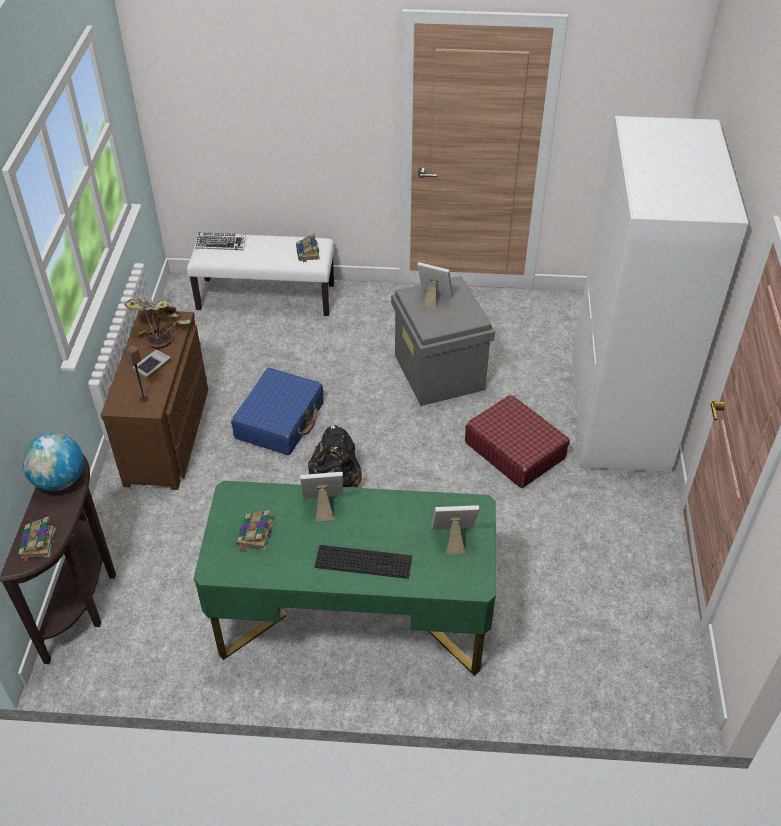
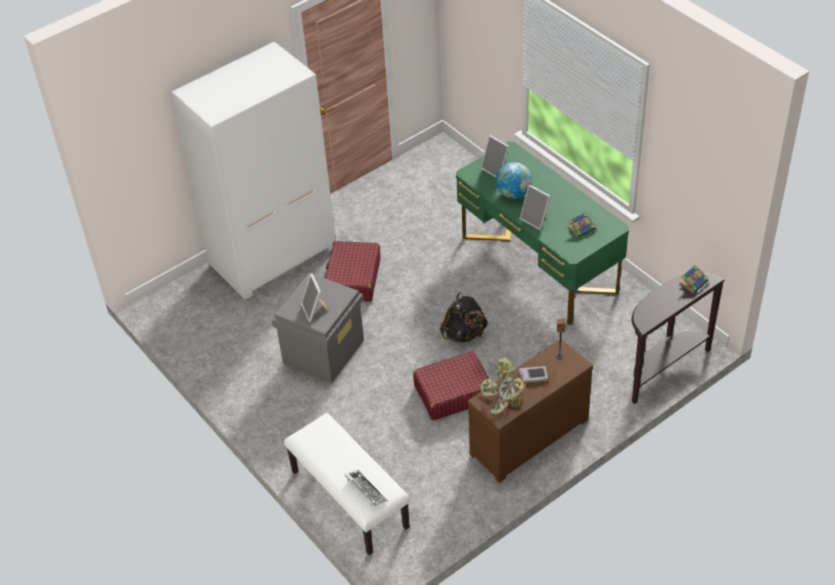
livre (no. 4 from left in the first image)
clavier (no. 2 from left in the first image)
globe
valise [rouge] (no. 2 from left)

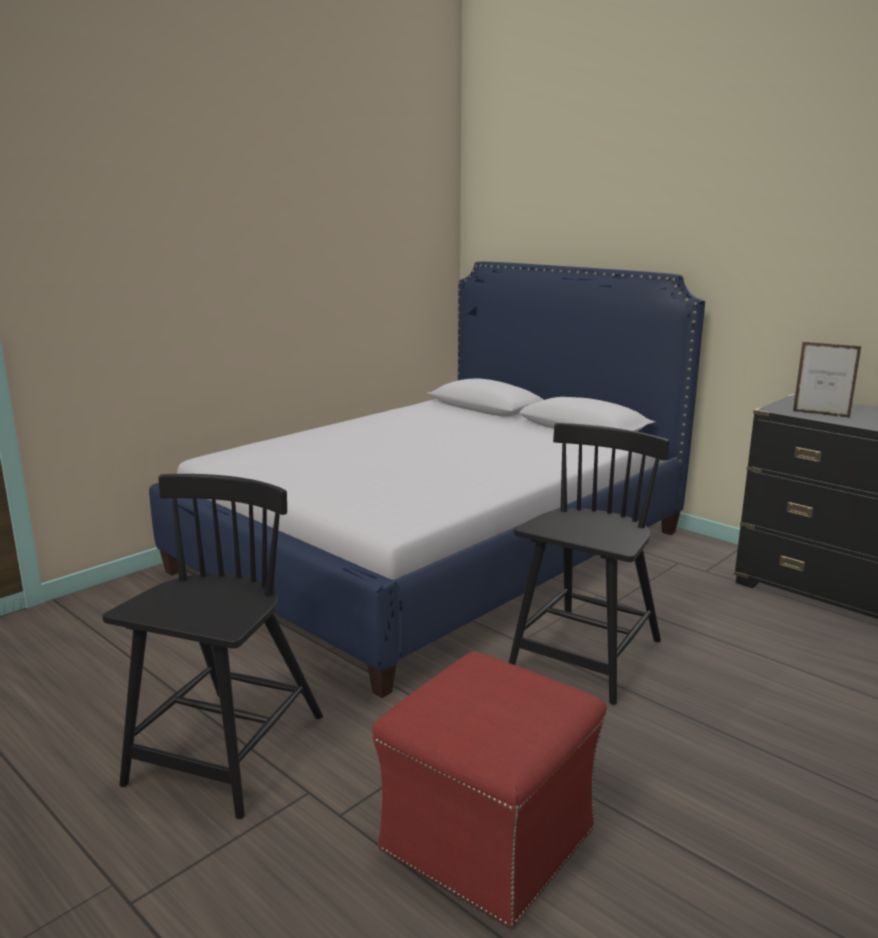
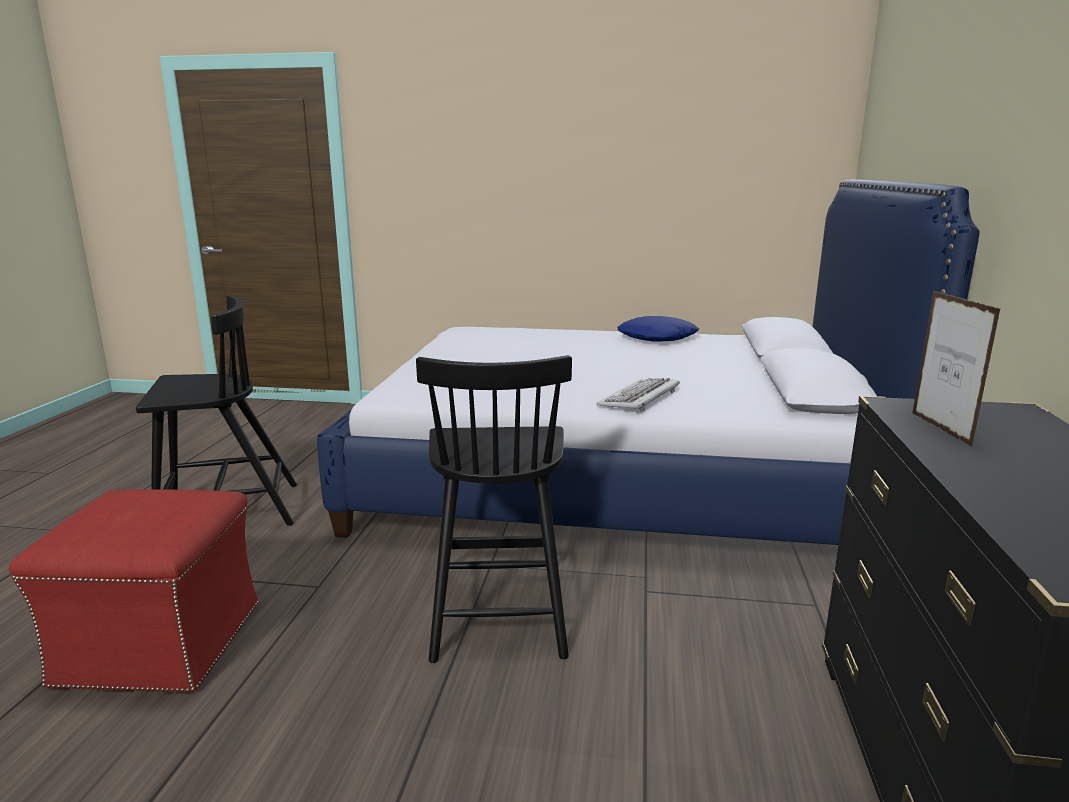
clavier
coussin [bleu]
chaise [noir] (no. 2 from left)

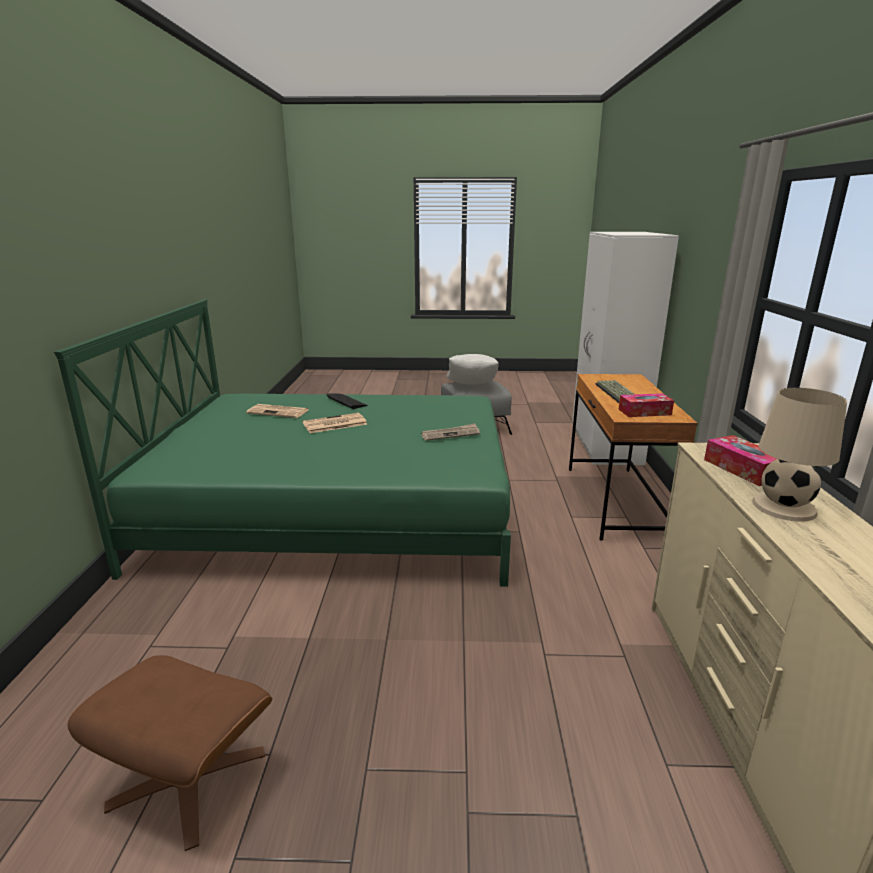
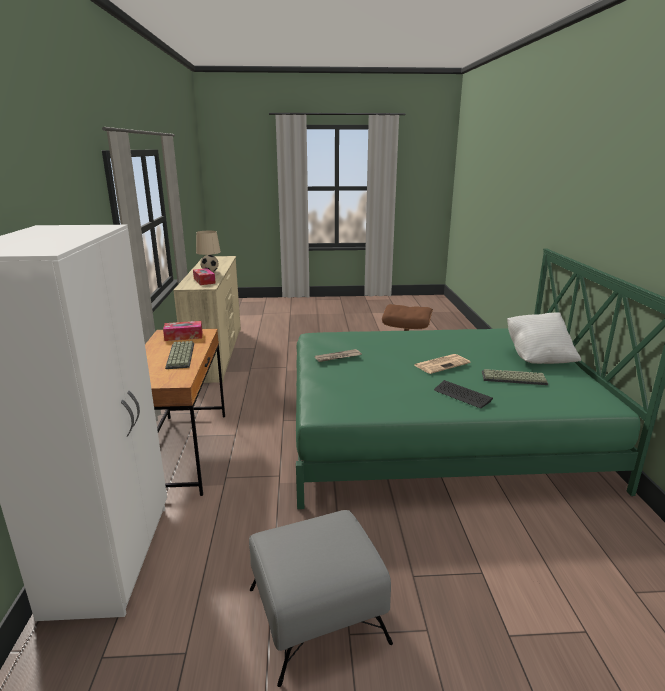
coussin [blanc]
clavier (no. 3 from left)

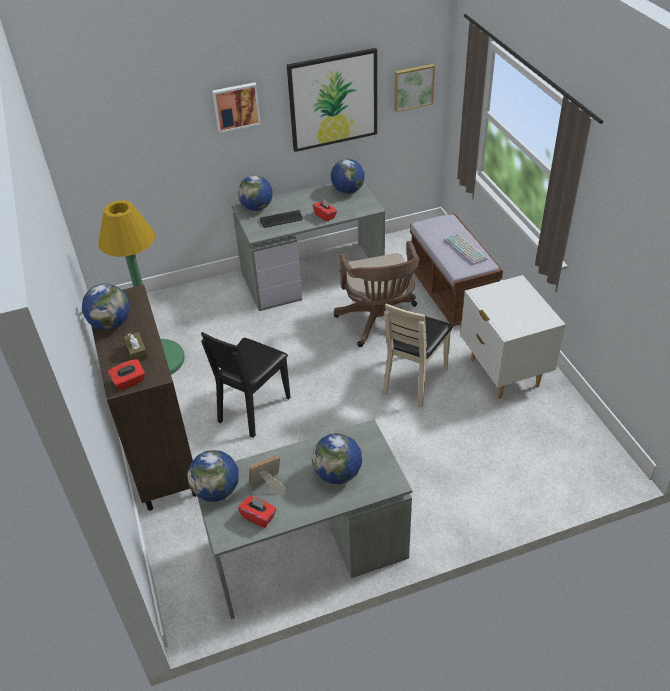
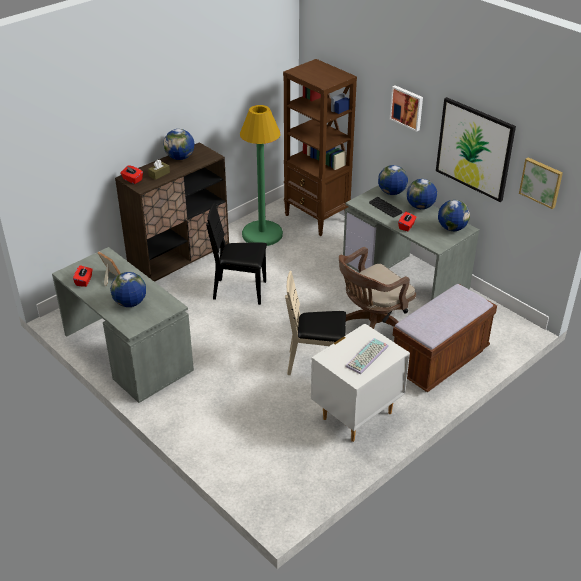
bibliothèque [marron]
globe (no. 4 from left)
clavier (no. 1 from left)

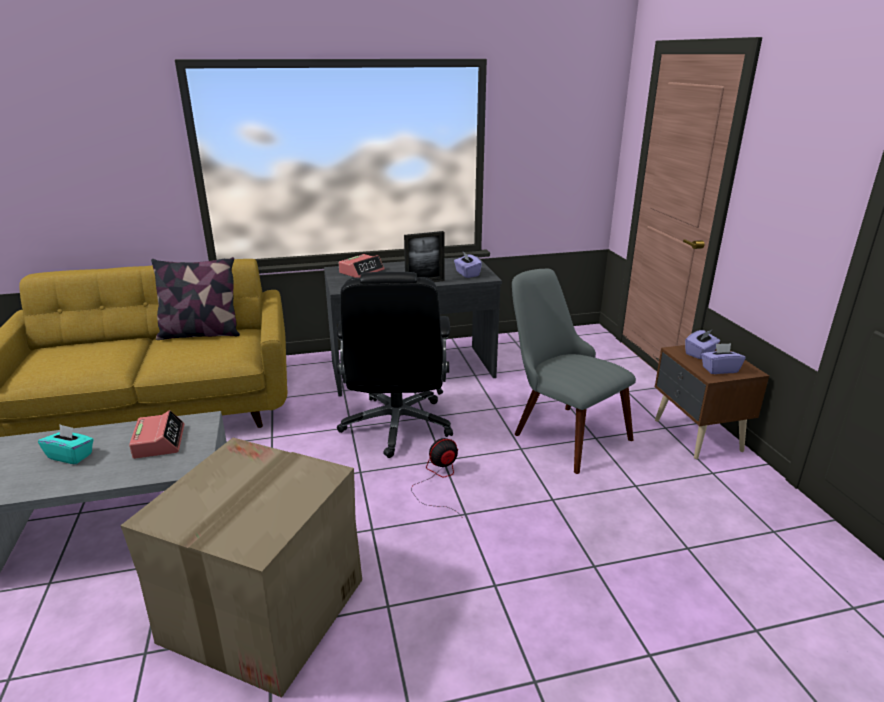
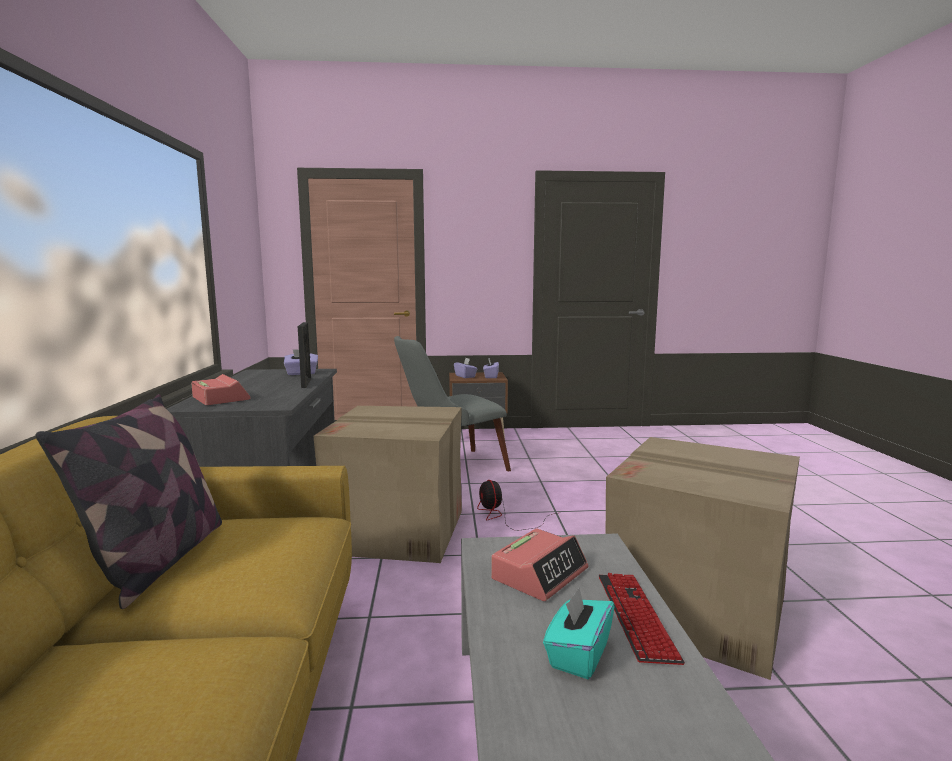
clavier
carton (no. 1 from left)
réveil (no. 2 from left)

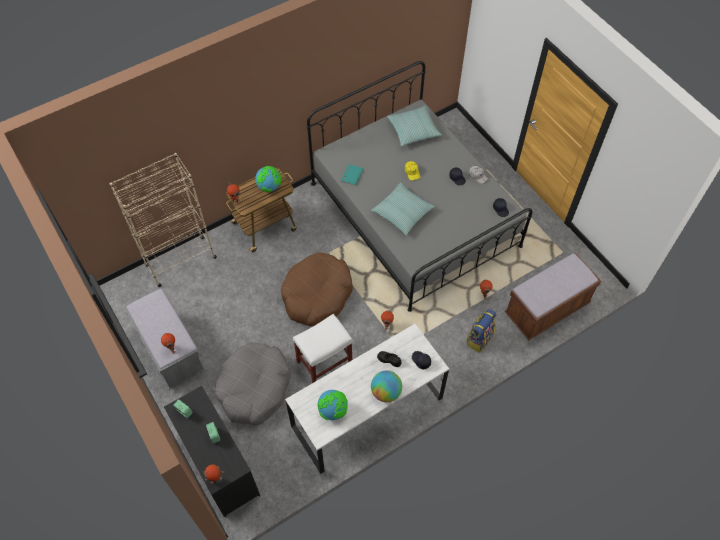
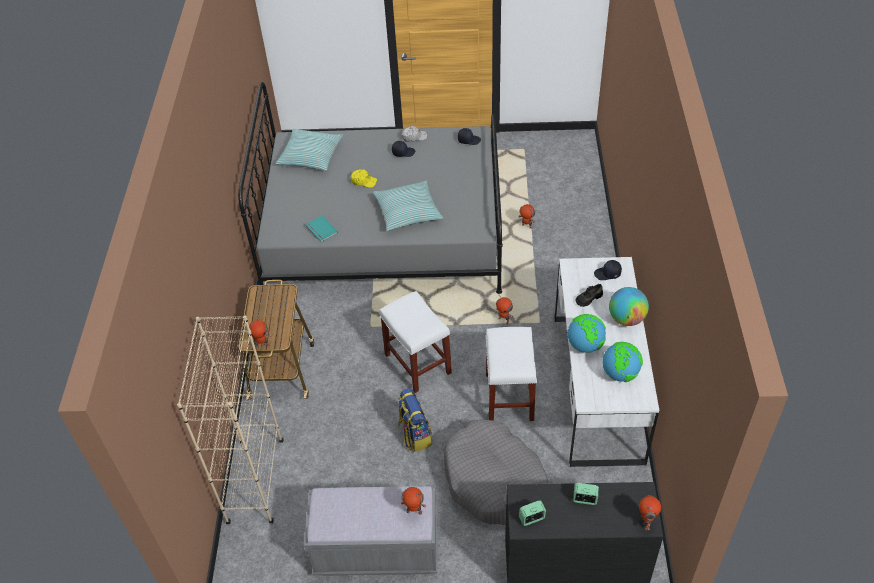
banc [marron]
globe (no. 1 from left)
sac à dos
tabouret [blanc] (no. 1 from left)

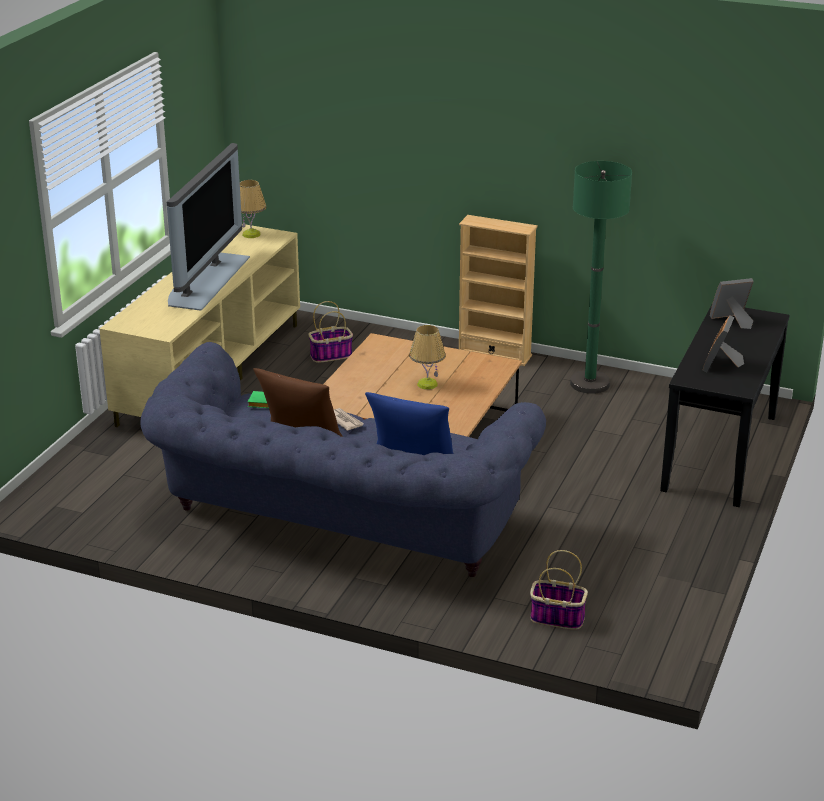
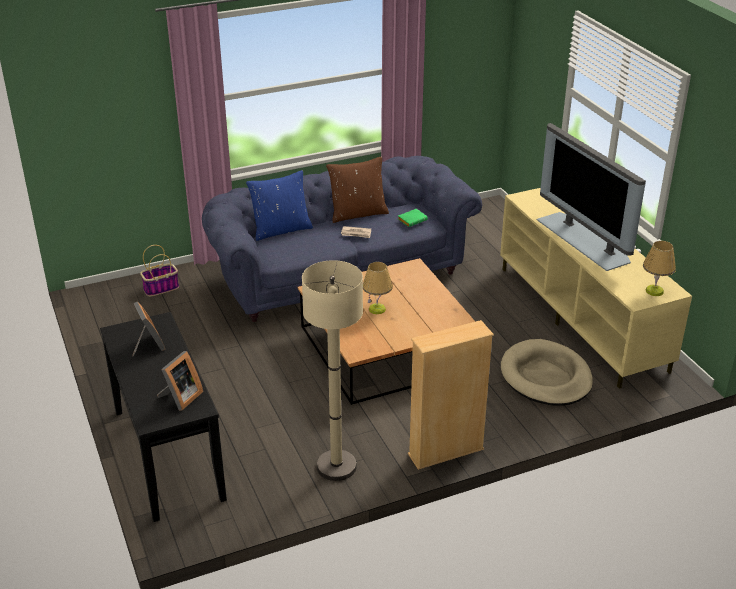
panier pour chien [beige]
lampadaire [beige]

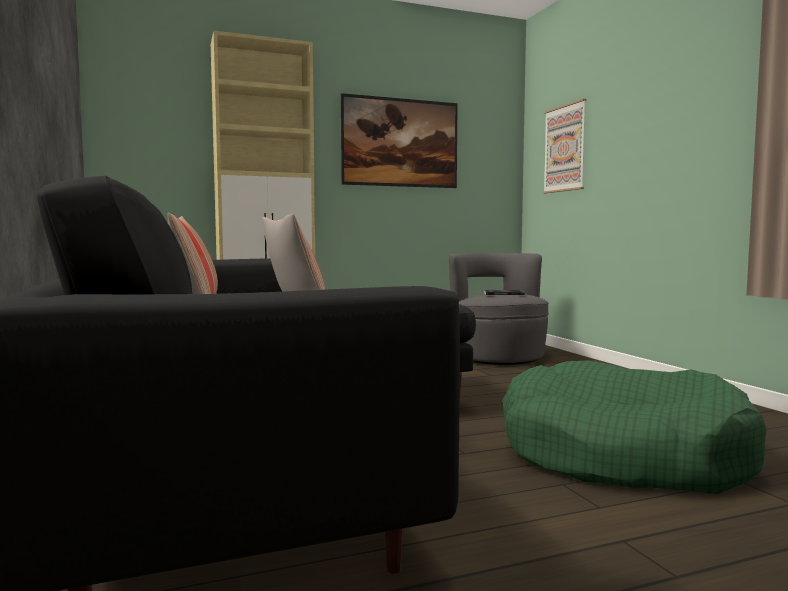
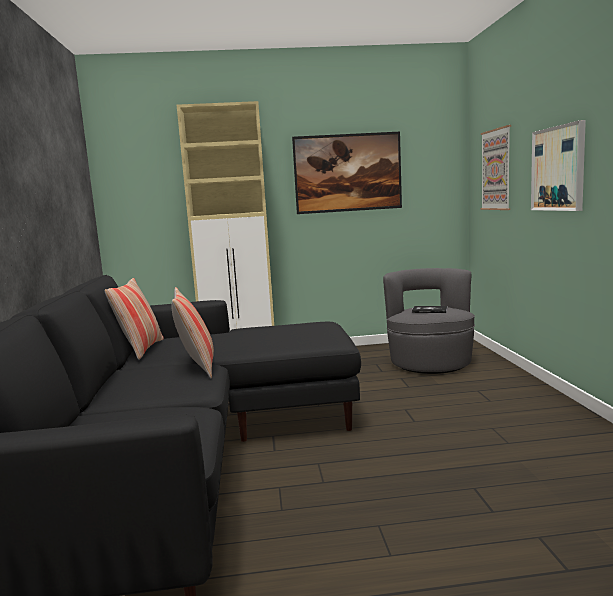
panier pour chien [vert]
tableau (no. 3 from left)

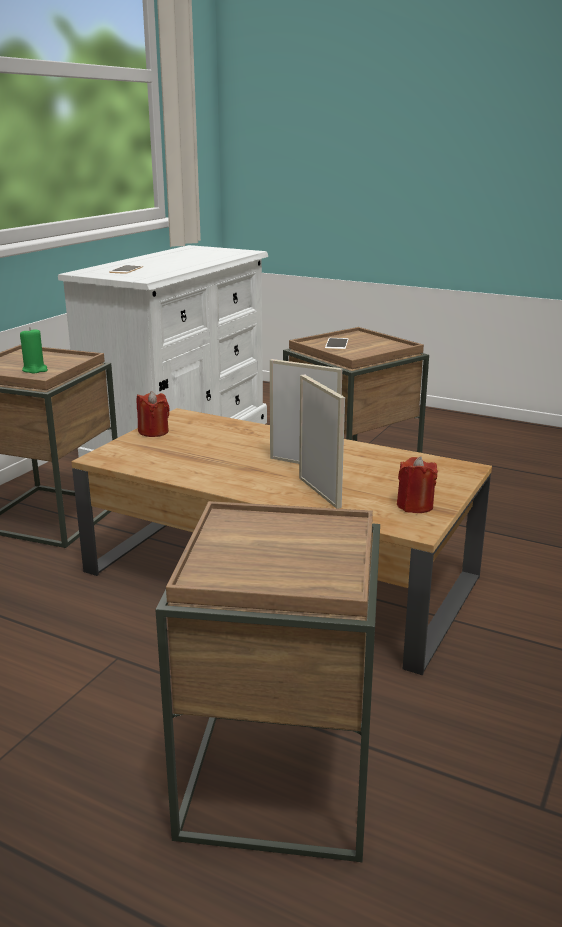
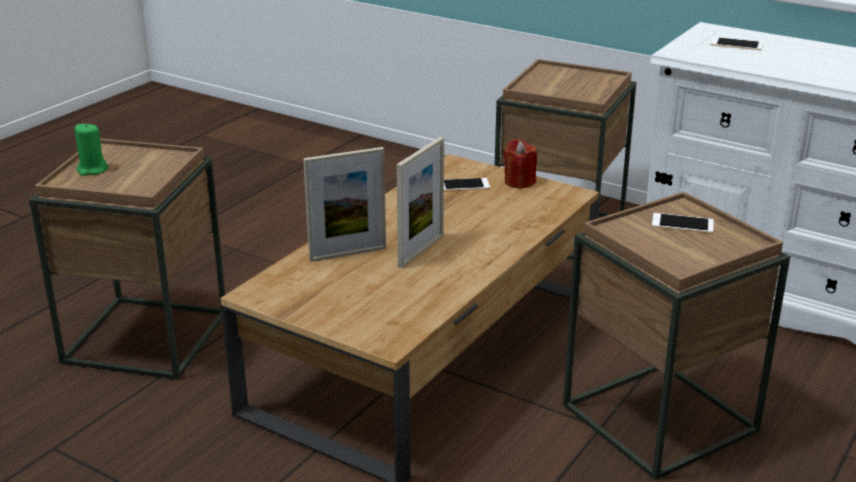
bougie [rouge] (no. 2 from left in the first image)
téléphone (no. 1 from left)
bougie [vert]

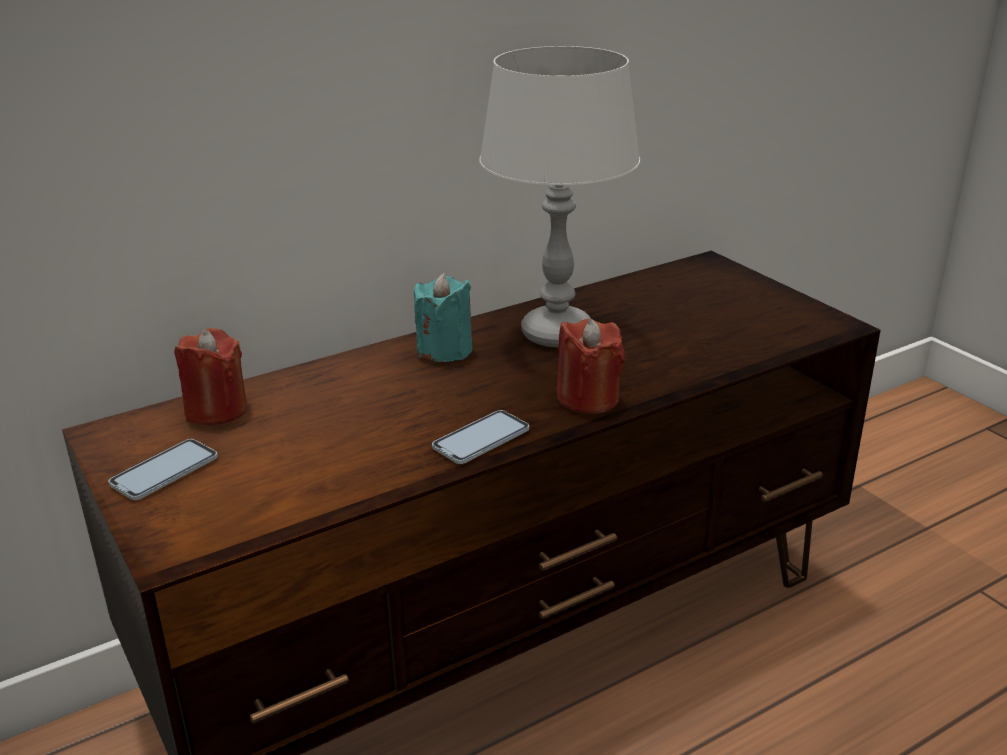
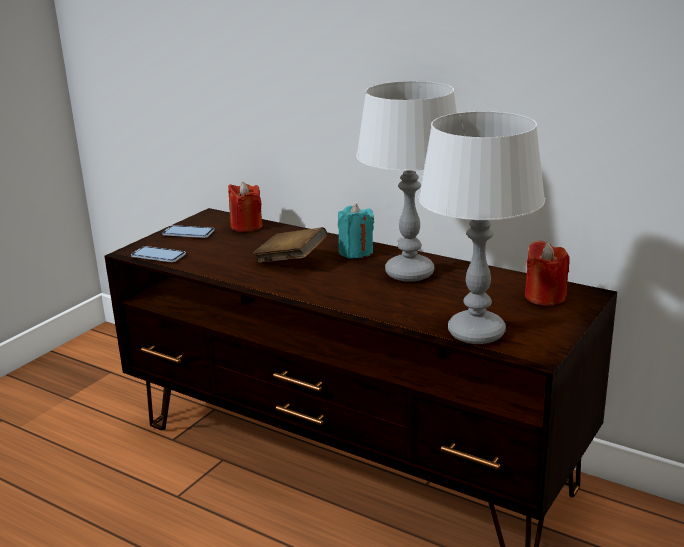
livre [marron]
lampe de table [gris] (no. 2 from left)
téléphone (no. 1 from left)
bougie [rouge] (no. 2 from left)

